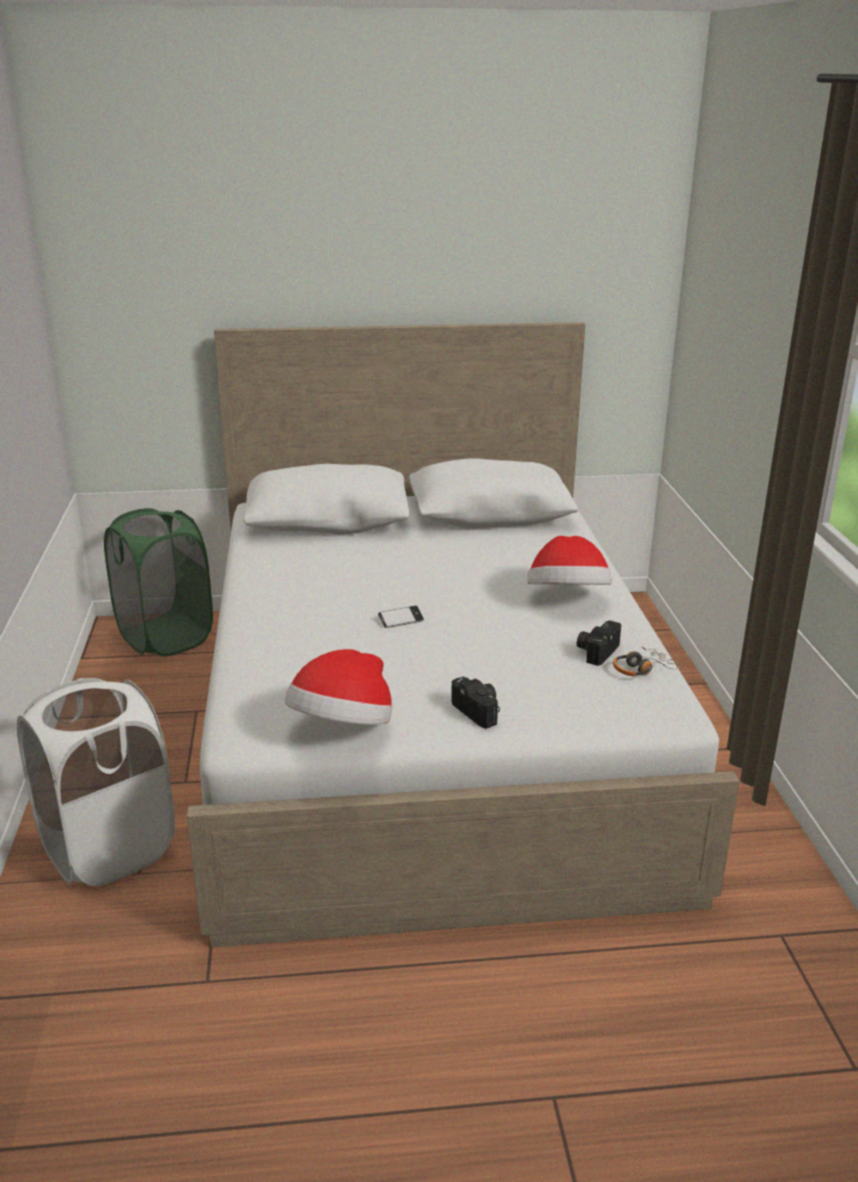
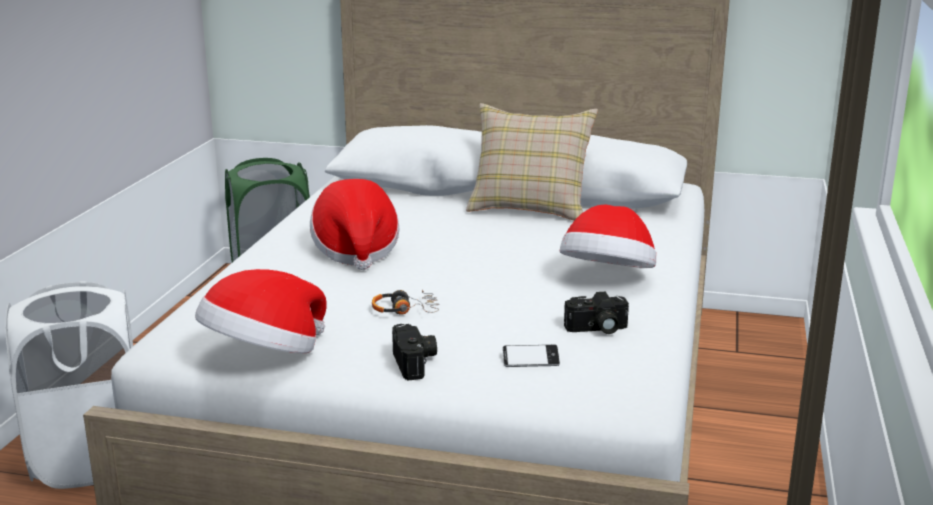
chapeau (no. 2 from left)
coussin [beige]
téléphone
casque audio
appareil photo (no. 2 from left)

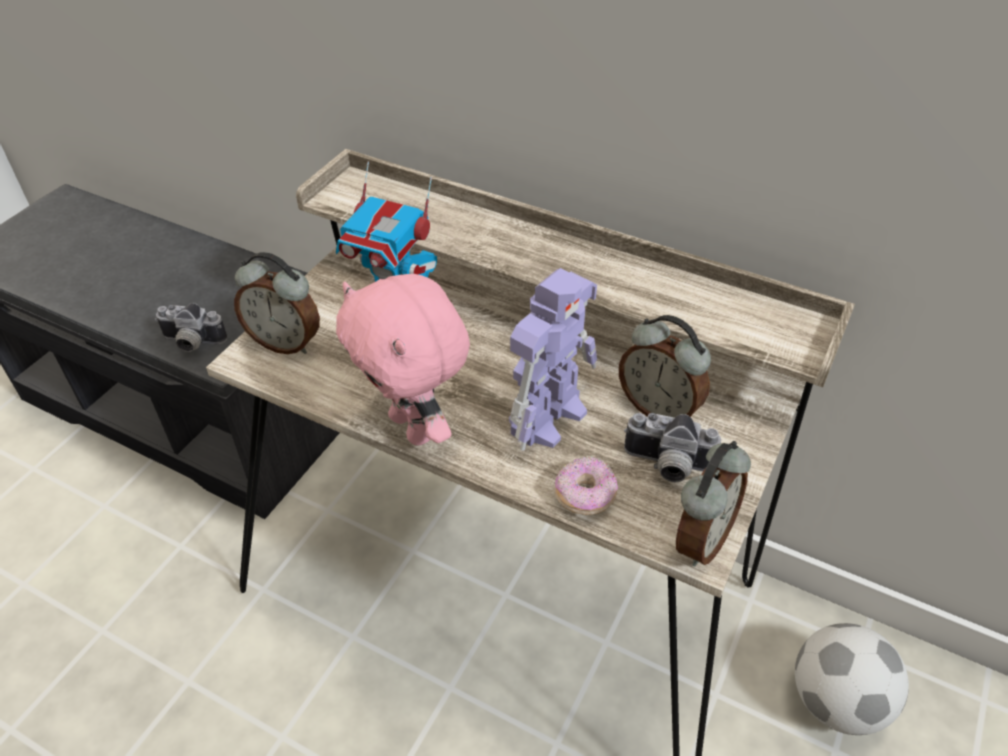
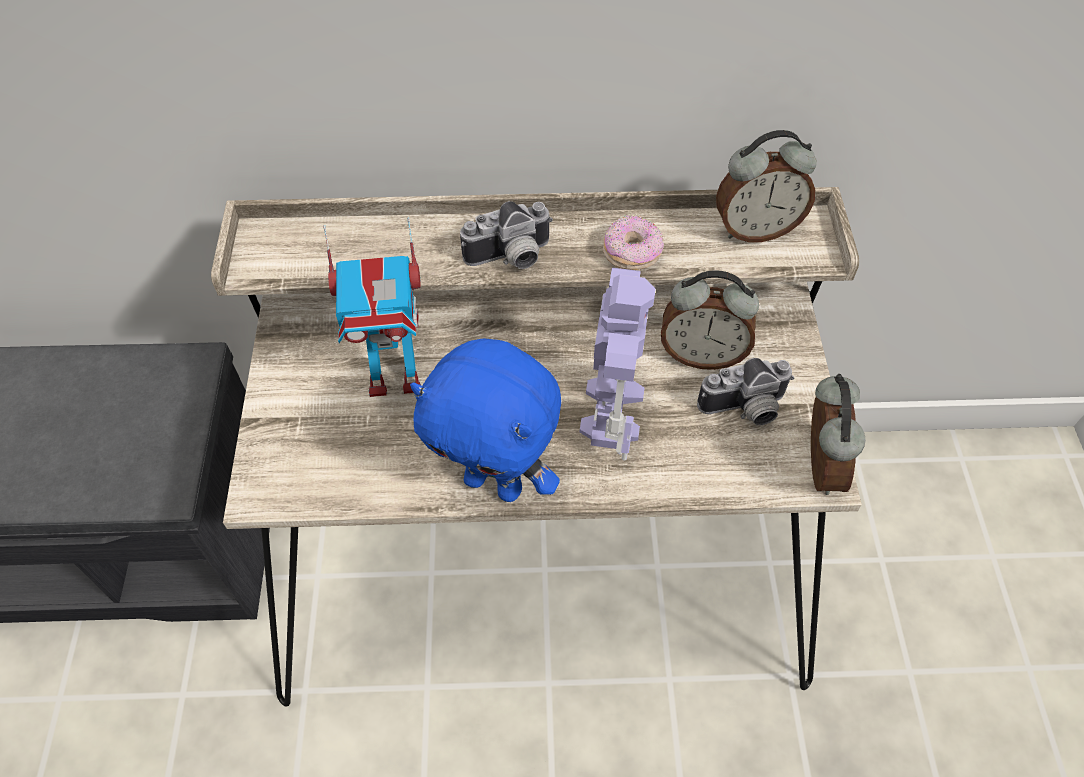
ballon de foot
appareil photo (no. 1 from left)
réveil (no. 2 from left)
beignet
peluche [bleu]

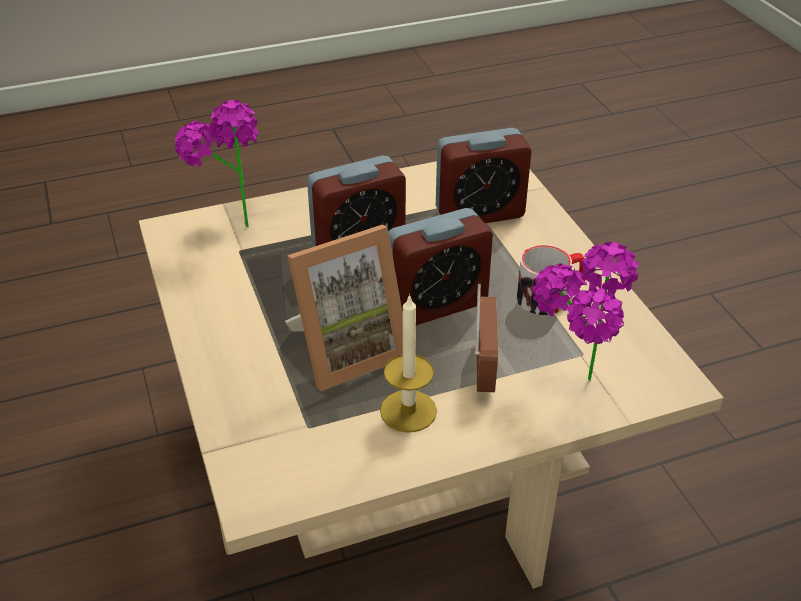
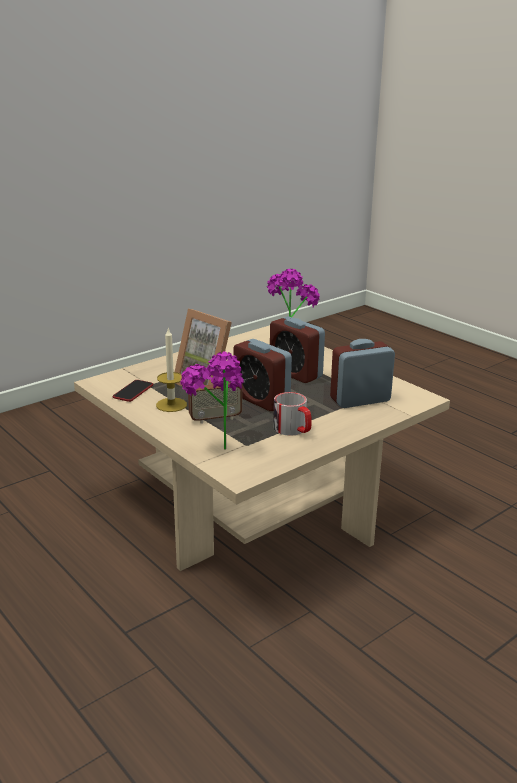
téléphone
réveil (no. 3 from left)

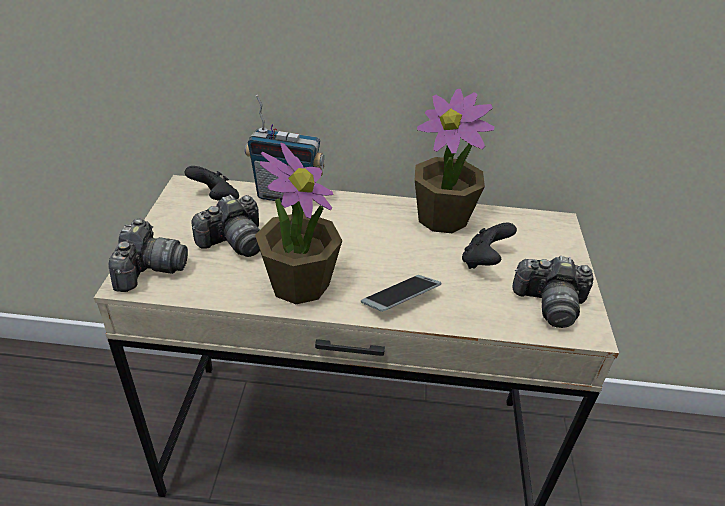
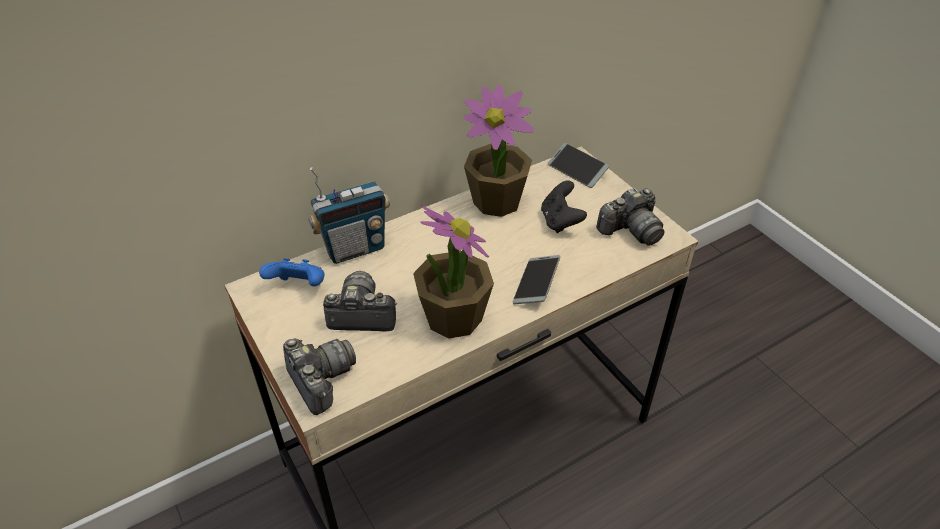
téléphone (no. 2 from left)
manette [bleu]
appareil photo (no. 2 from left)

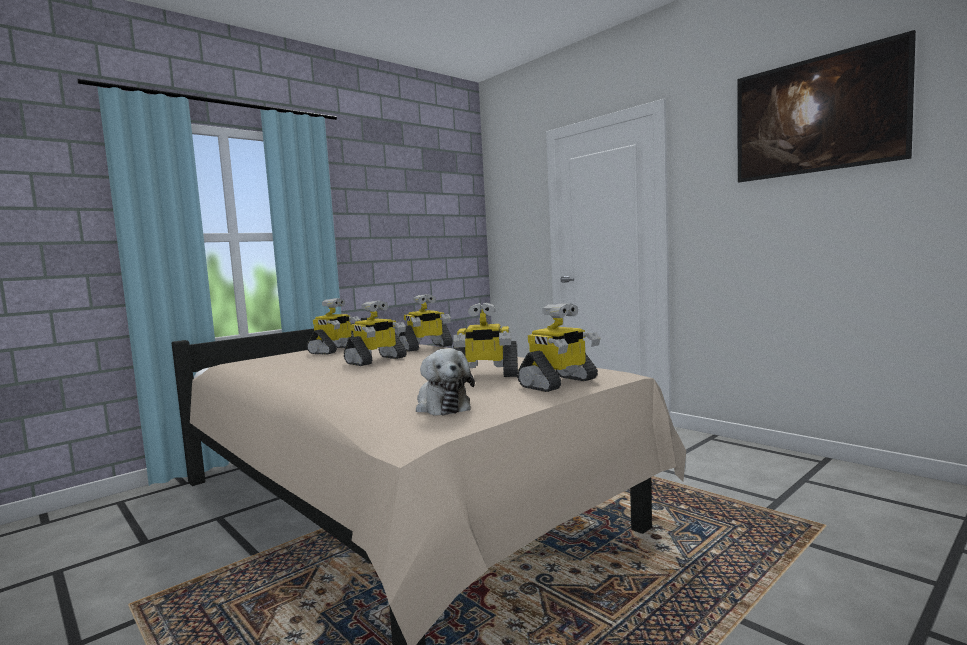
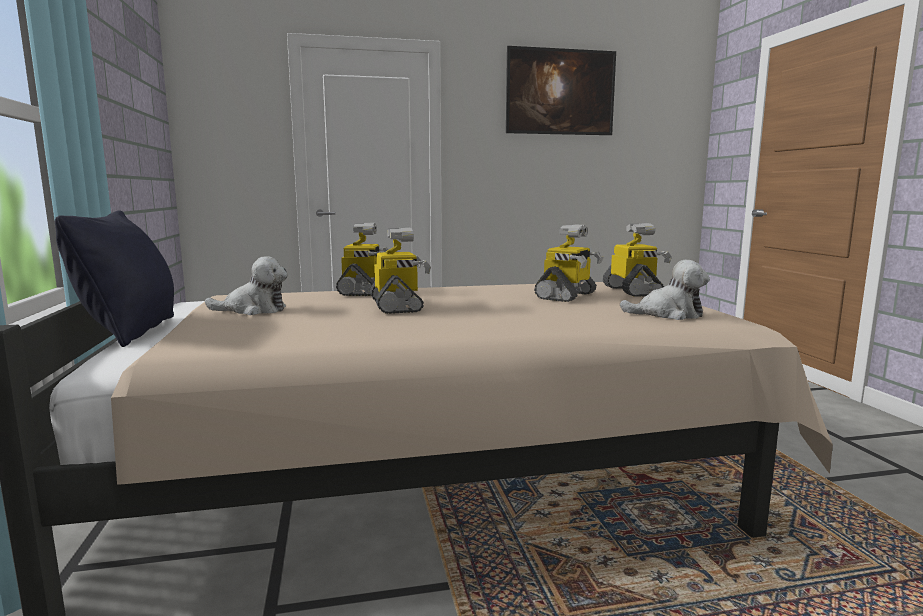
coussin [noir]
peluche (no. 1 from left)

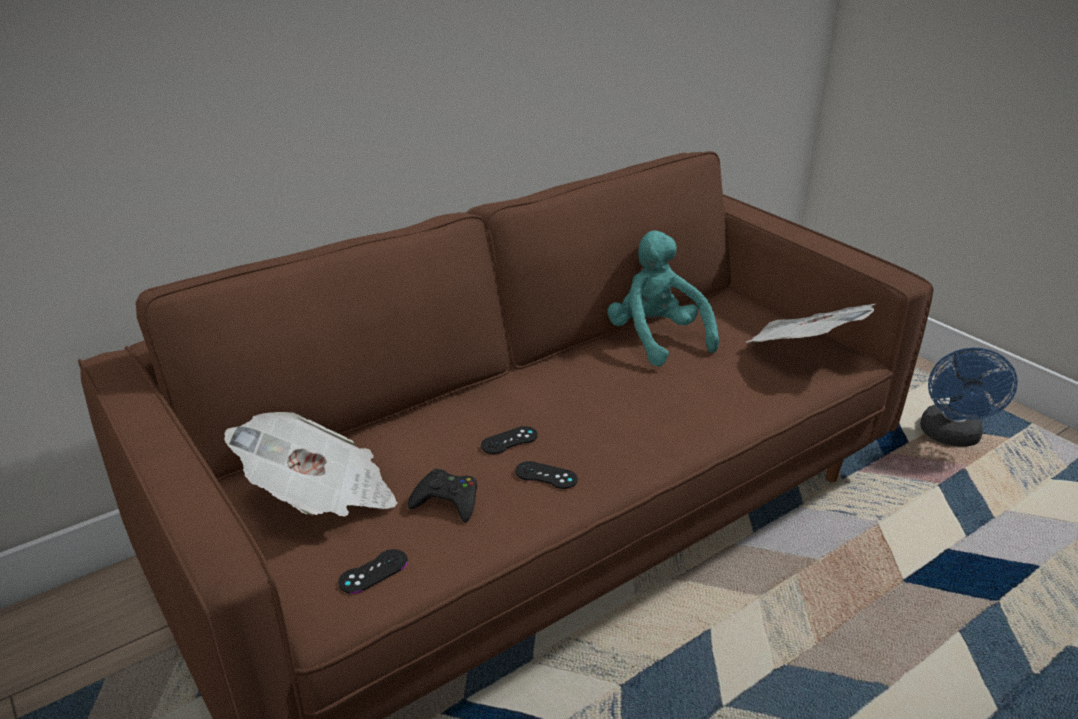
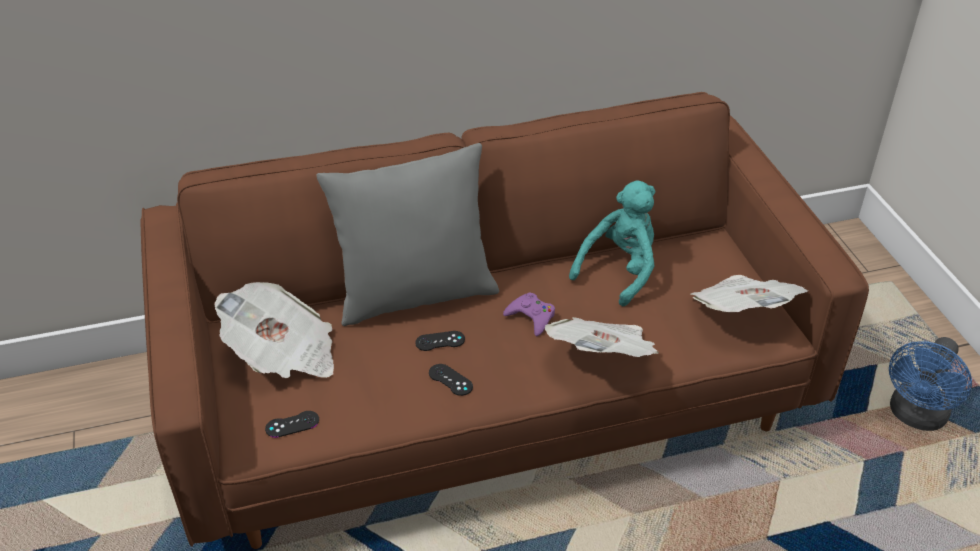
manette [noir] (no. 2 from left in the first image)
coussin [gris]
manette [violet]
journal (no. 2 from left)
peluche [turquoise]

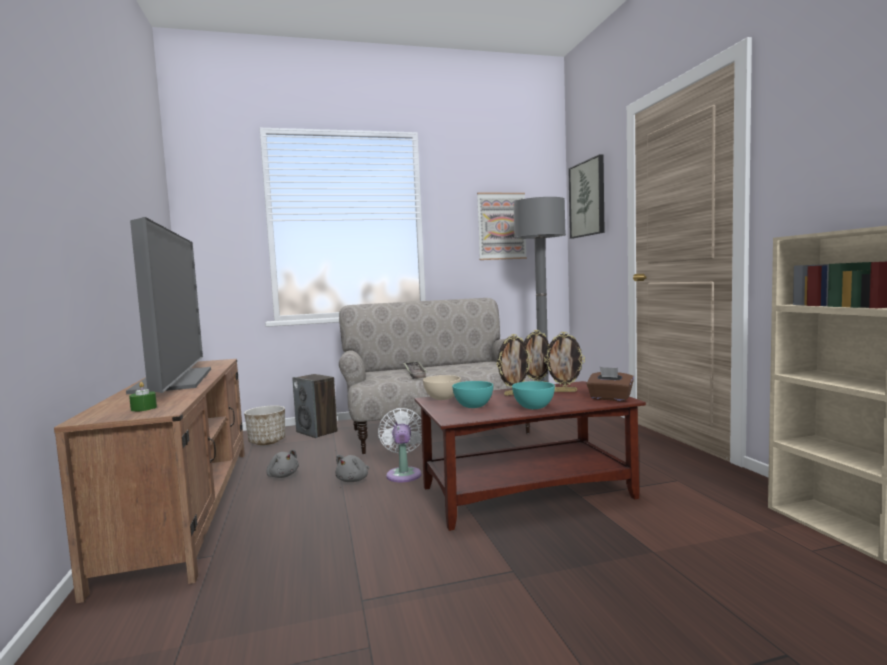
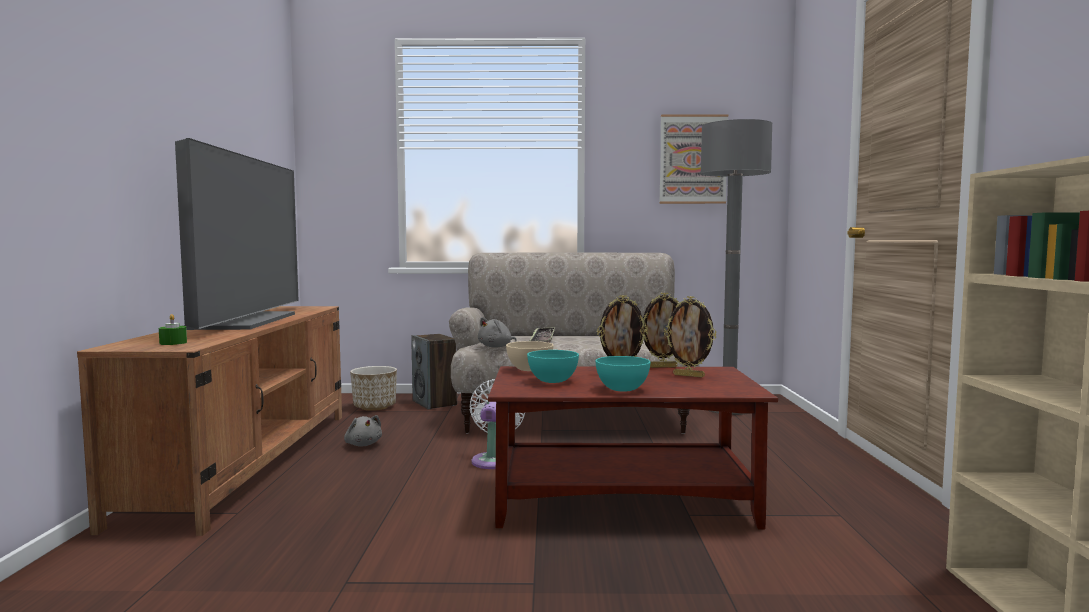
tableau (no. 2 from left in the first image)
boîte à mouchoirs [marron]
peluche [gris] (no. 2 from left)

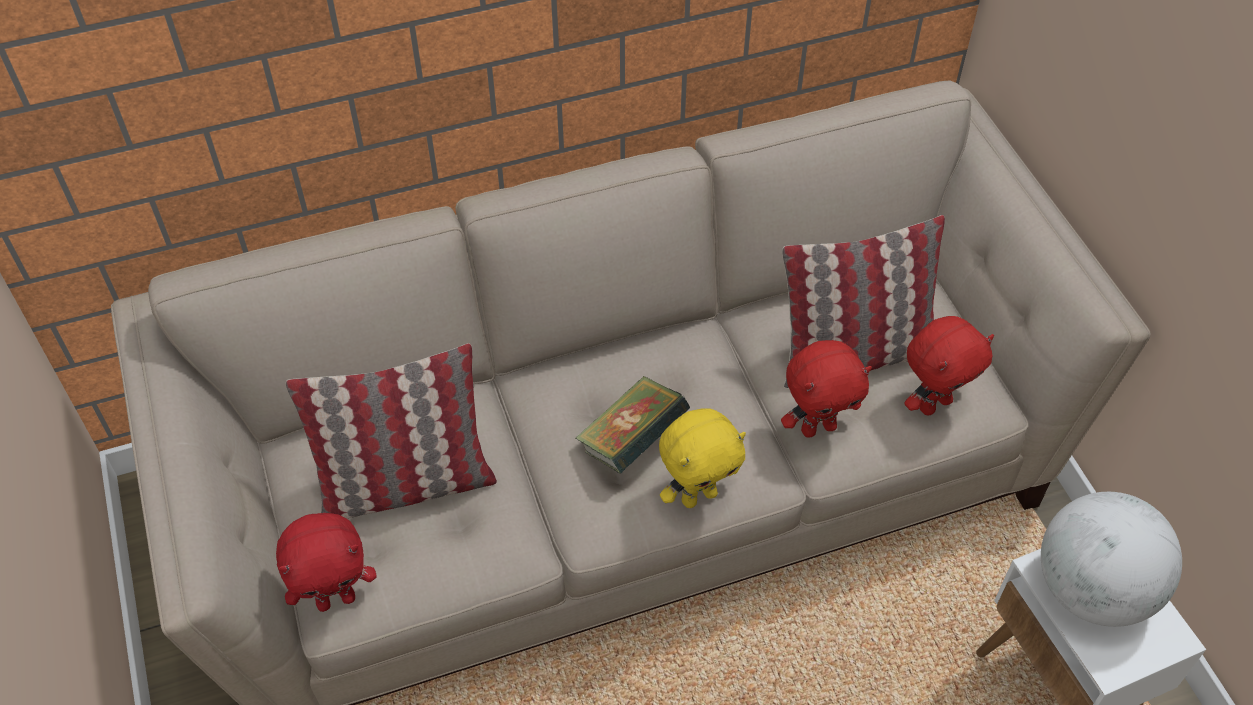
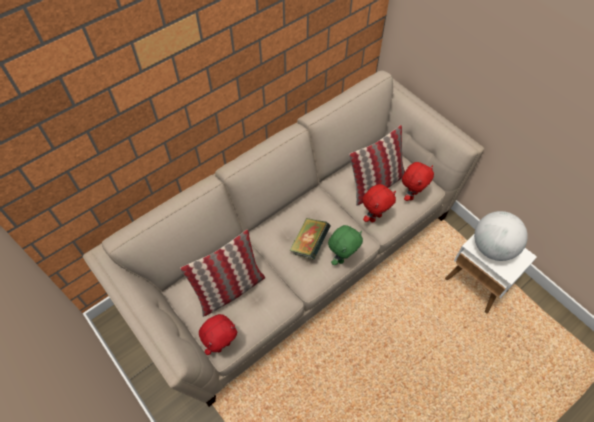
peluche [vert]

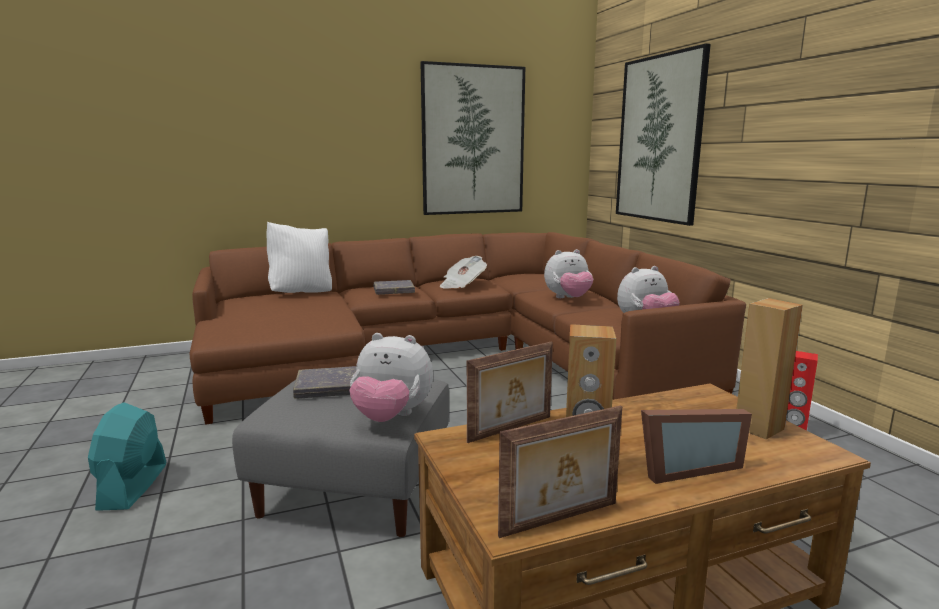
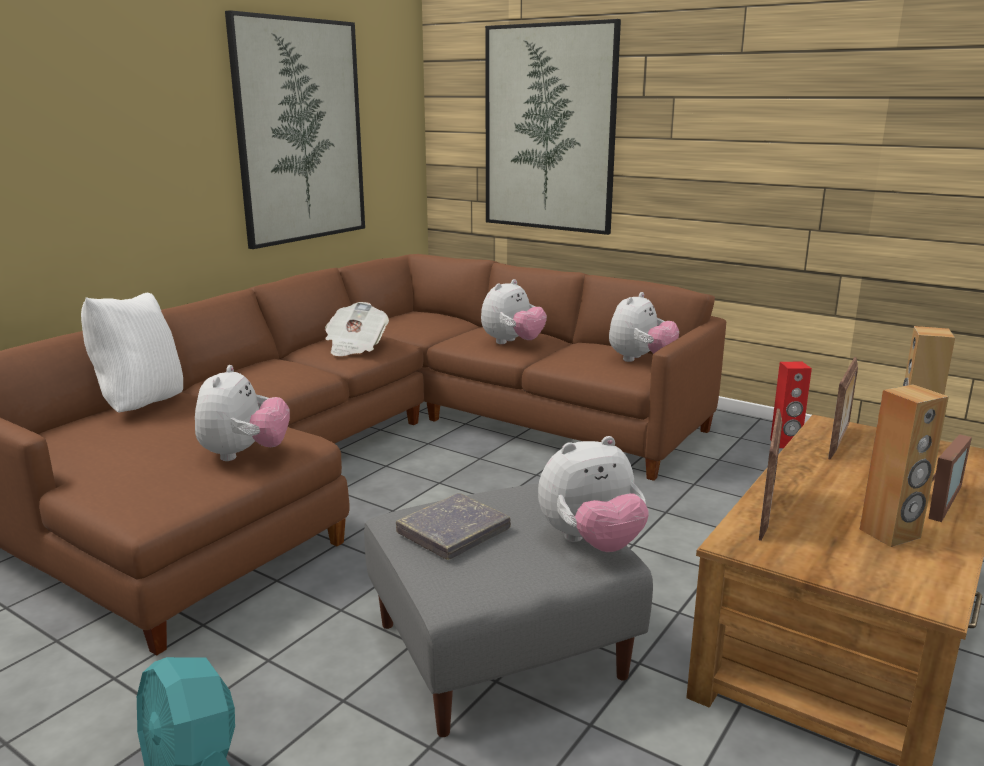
livre [gris] (no. 2 from left in the first image)
peluche (no. 1 from left)
cadre photo (no. 2 from left)

